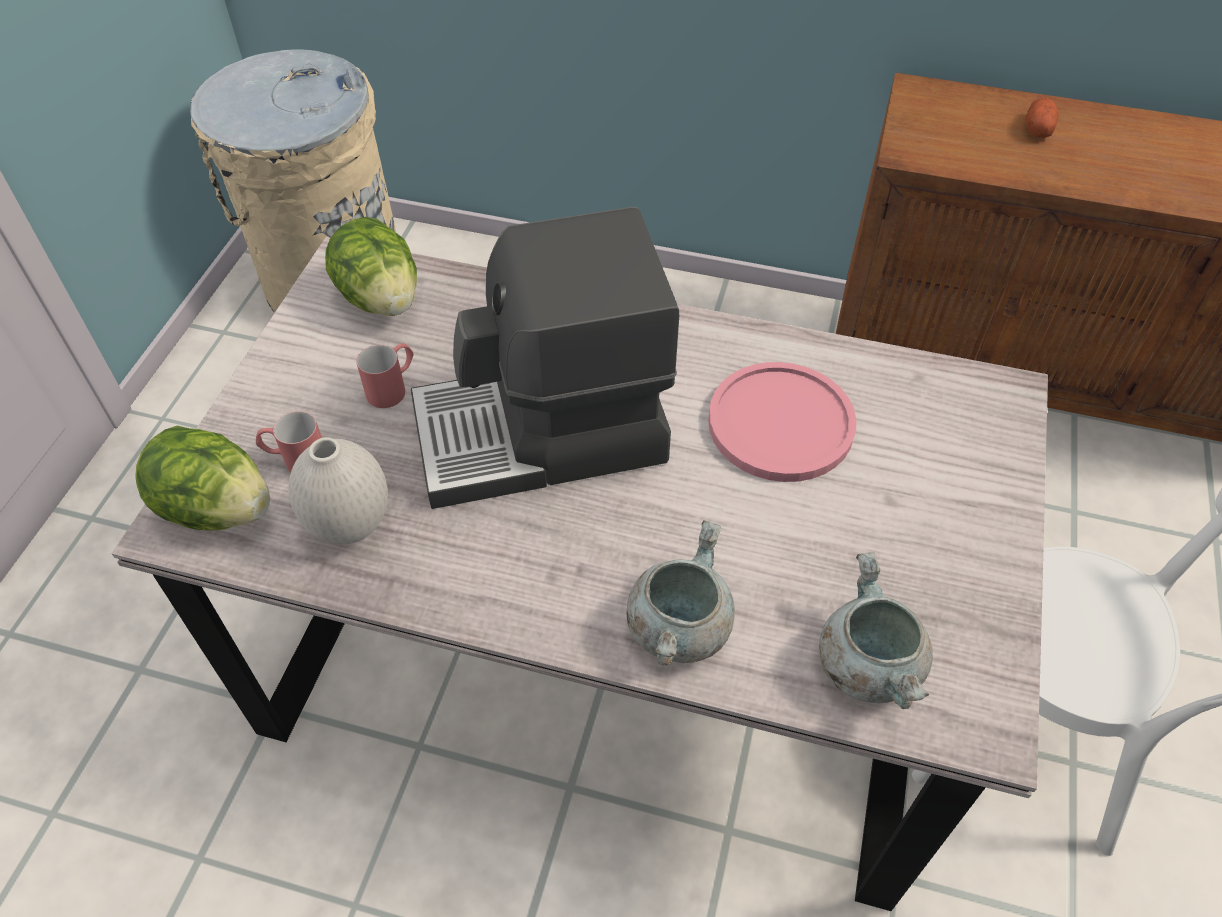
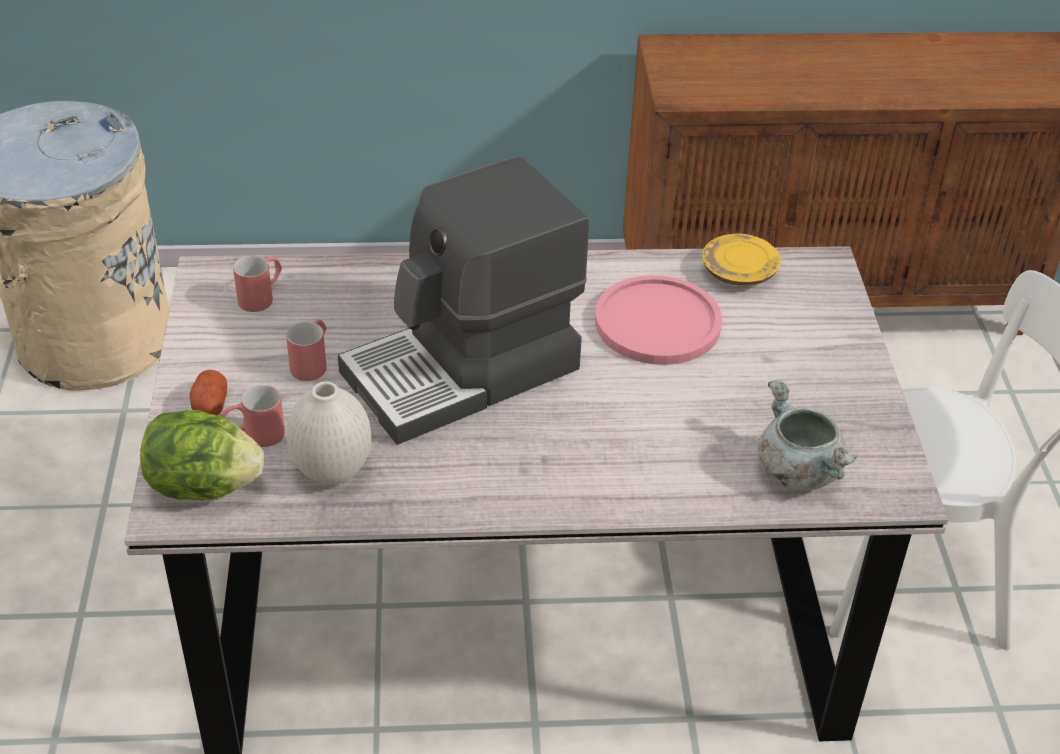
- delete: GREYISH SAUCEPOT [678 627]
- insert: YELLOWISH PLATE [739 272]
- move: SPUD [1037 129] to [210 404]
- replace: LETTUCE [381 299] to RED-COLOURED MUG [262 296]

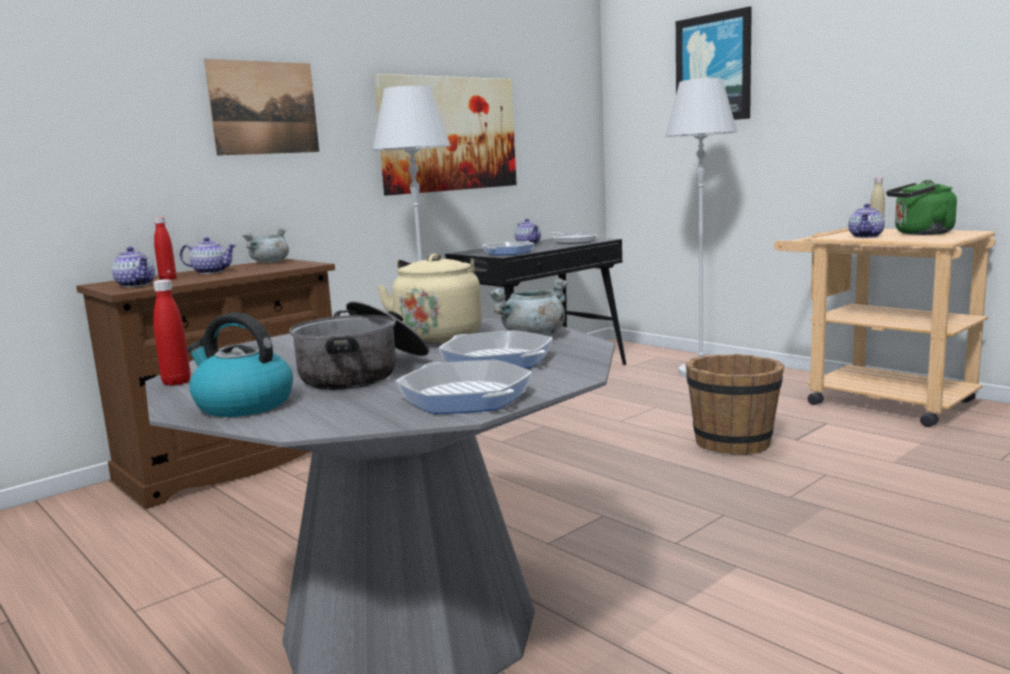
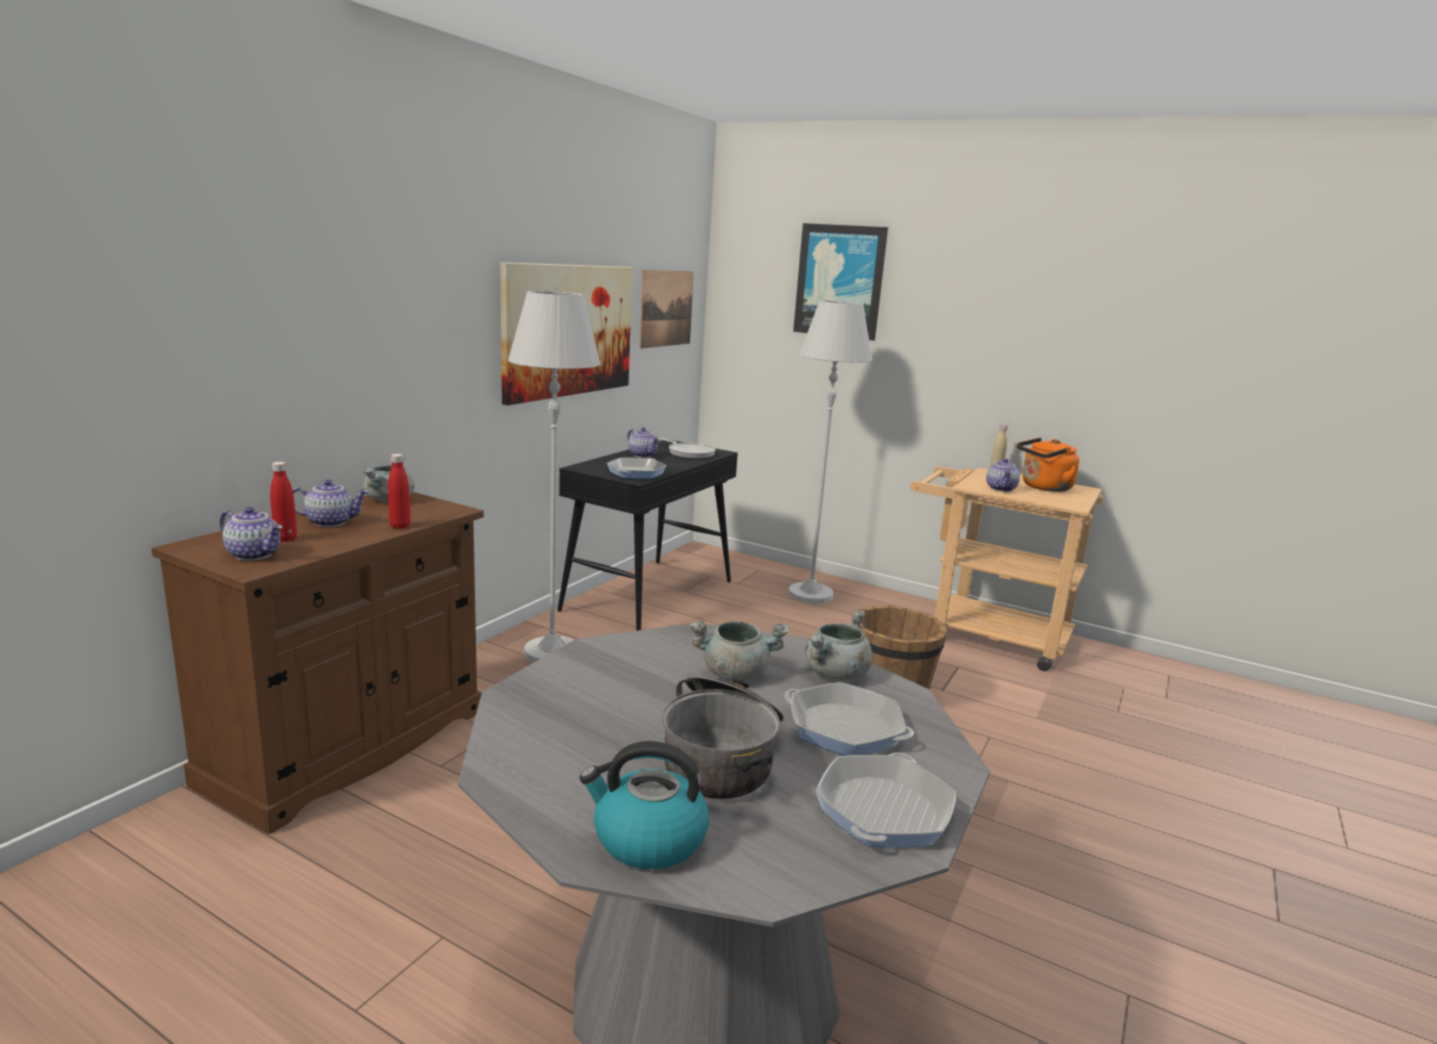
- move: RED-COLOURED DRINK BOTTLE [176 382] to [400 526]
- move: WALL PICTURE [264 108] to [666 308]
- replace: BEIGE-COLOURED WATER KETTLE [440 337] to GREYISH SAUCEPOT [735 673]
- recolor: GREEN-COLOURED WATER KETTLE [920 233] to ORANGE WATER KETTLE [1043 488]
- rotate: FRYING PAN [465 397] = [883 811] 75 degrees clockwise

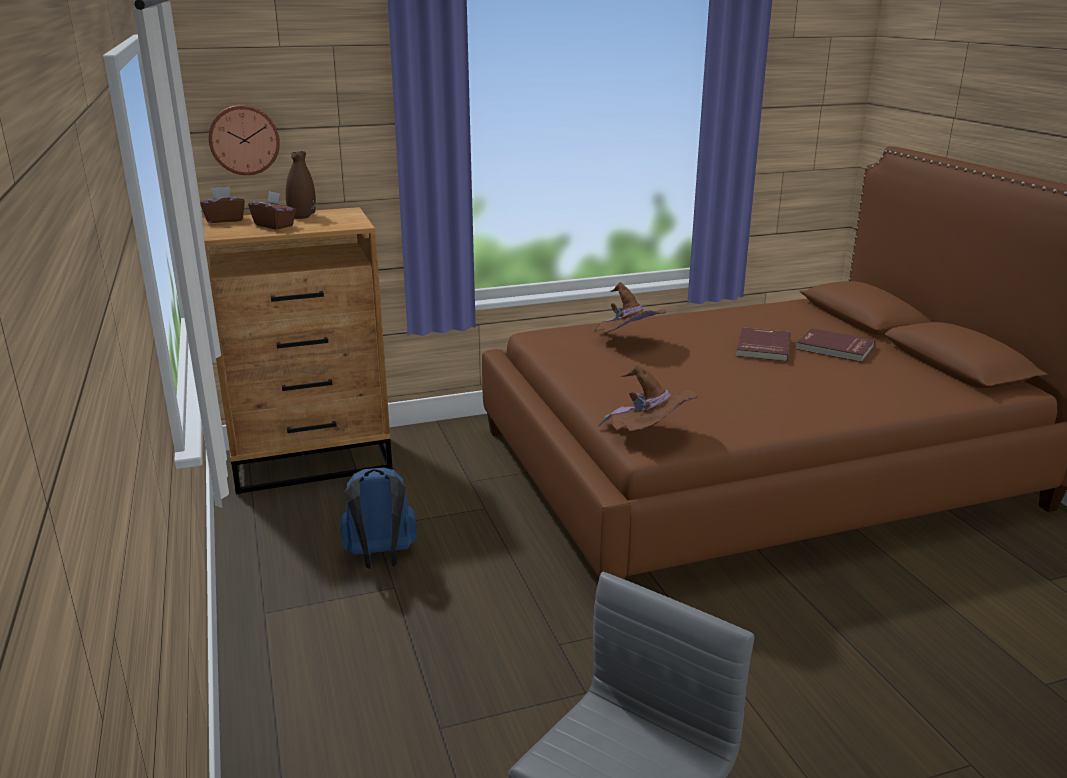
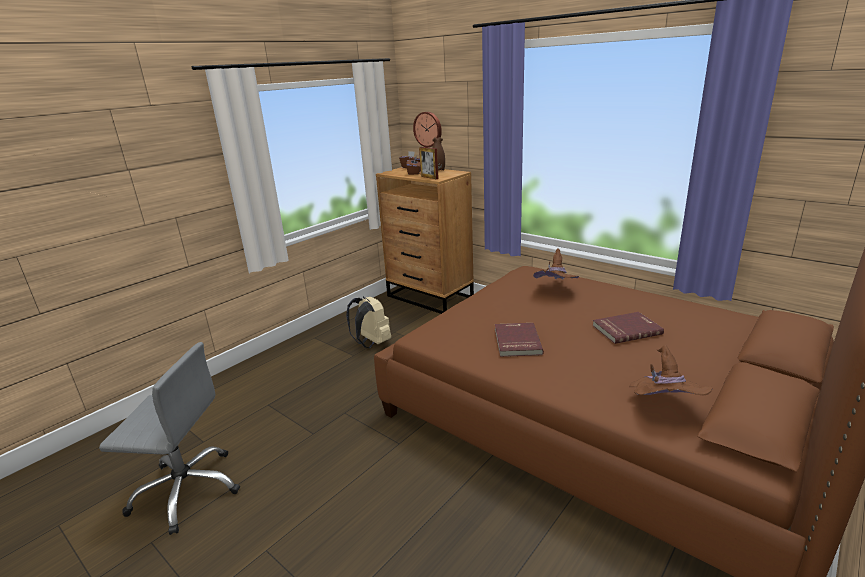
- insert: PHOTO FRAME [429 177]
- move: BROWN HAT [649 436] to [664 406]
- move: RED-COLOURED BOOK [834 348] to [516 341]
- recolor: BLUE RUCKSACK [380 558] to BEIGE-COLOURED RUCKSACK [372 343]

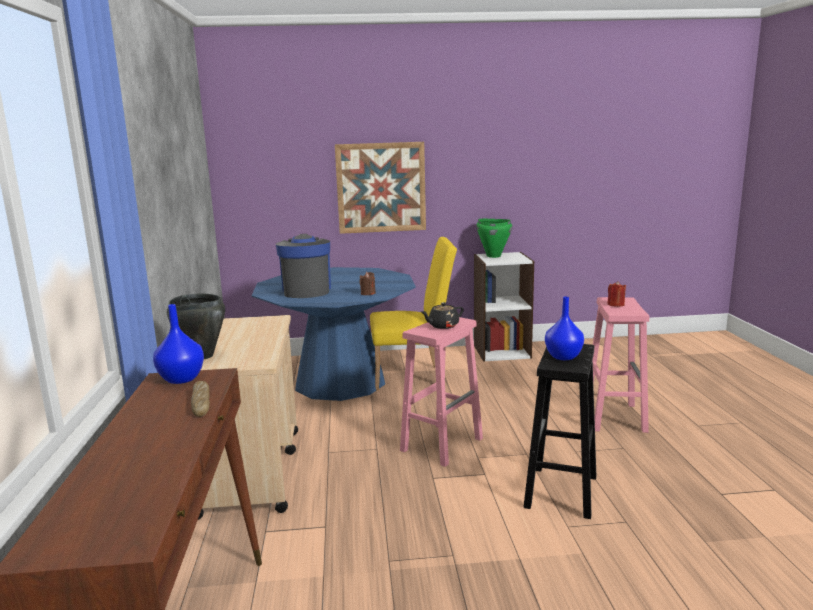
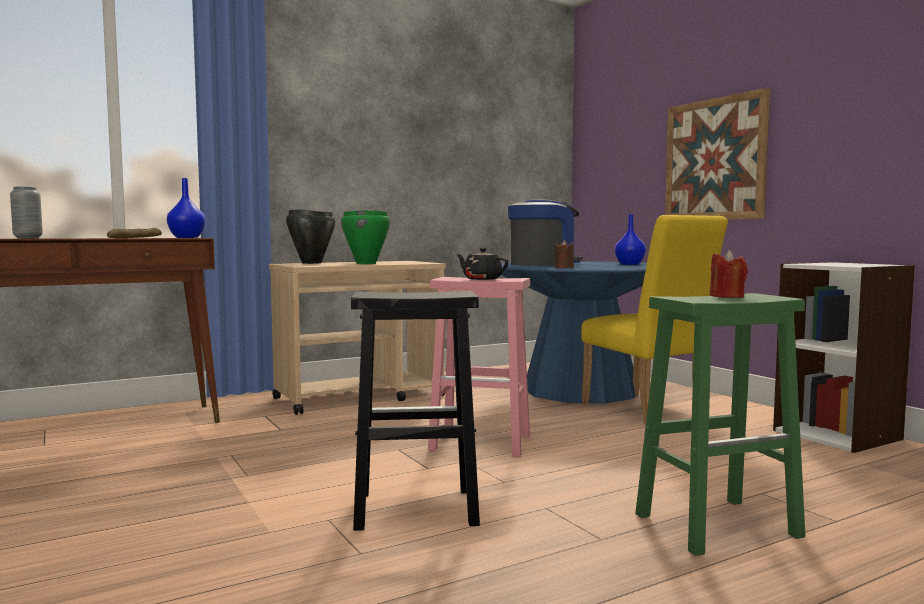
- insert: GREYISH FLOWER VASE [28 238]
- move: GREEN-COLOURED SAUCEPOT [493 256] to [366 263]
- move: BLUE FLOWER VASE [564 357] to [629 264]
- recolor: PINK-COLOURED SITTING STOOL [614 416] to GREEN-COLOURED SITTING STOOL [718 525]

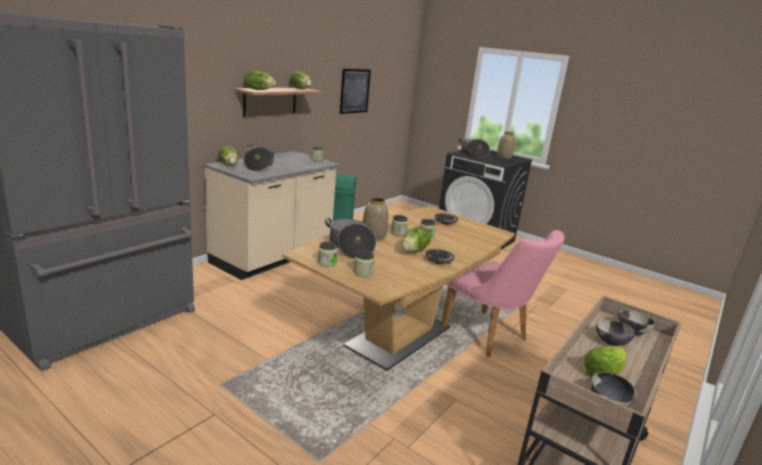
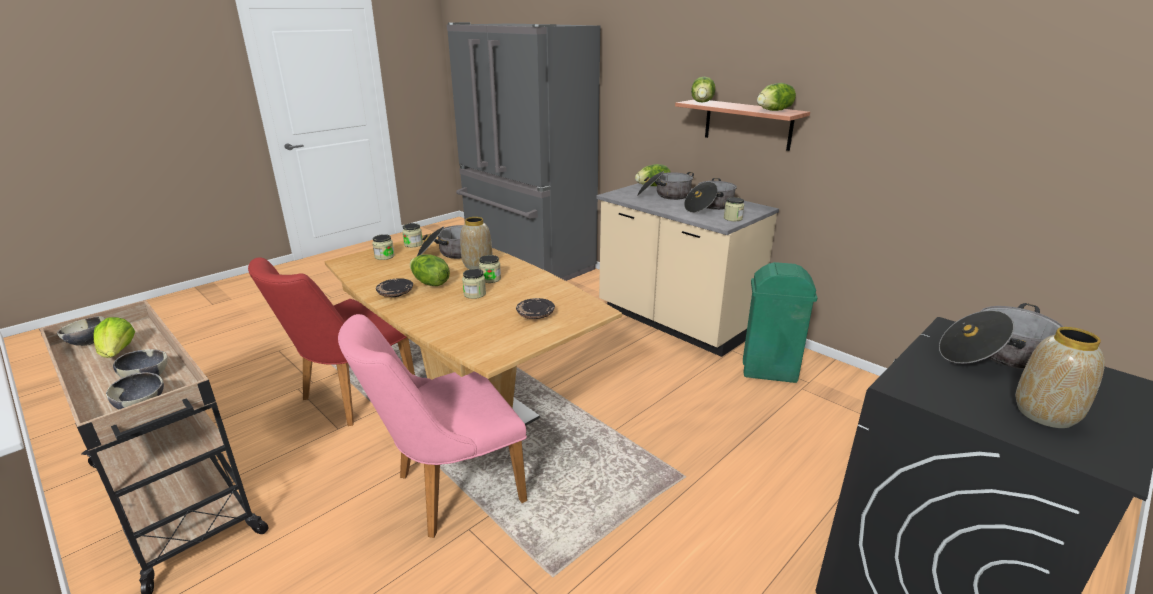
- delete: WALL PICTURE [355 91]
- insert: RED-COLOURED UPRIGHT CHAIR [349 398]
- insert: SAUCEPOT [709 207]

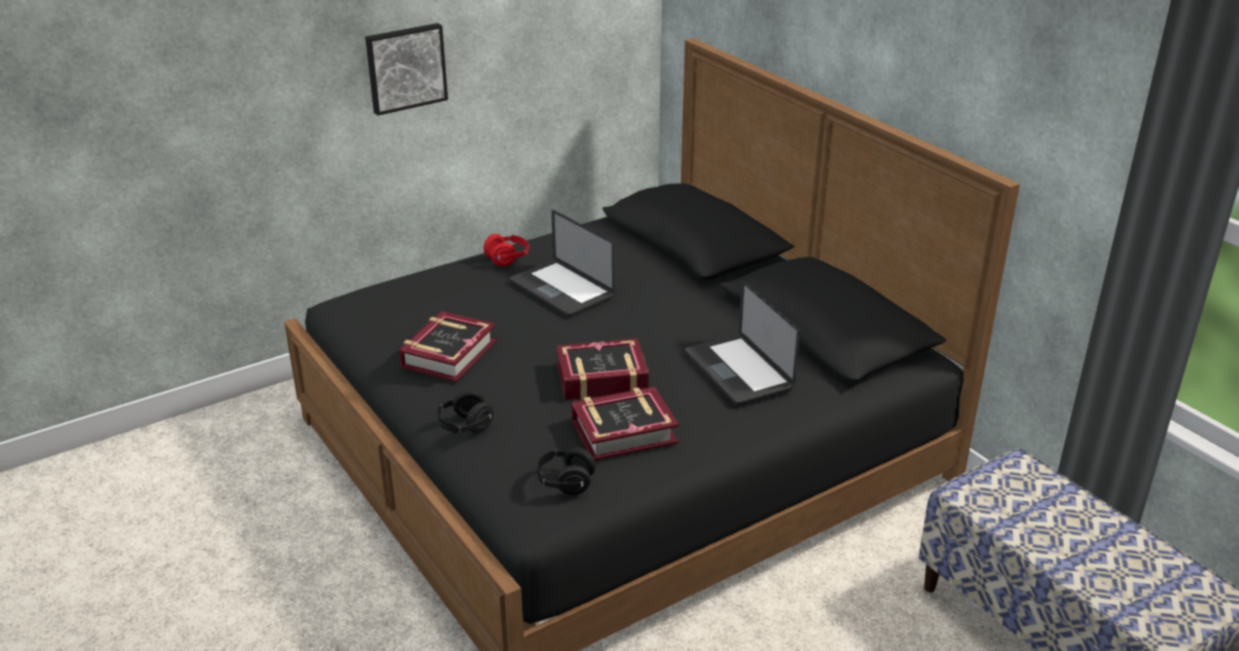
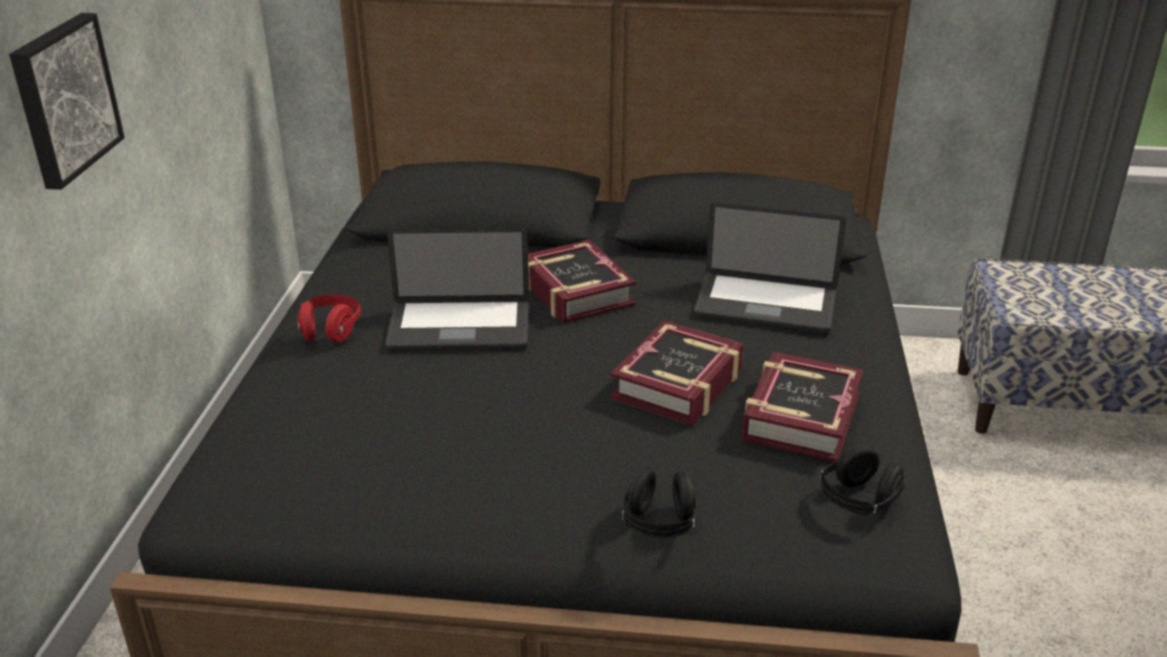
- move: BOOK [448 354] to [575 292]

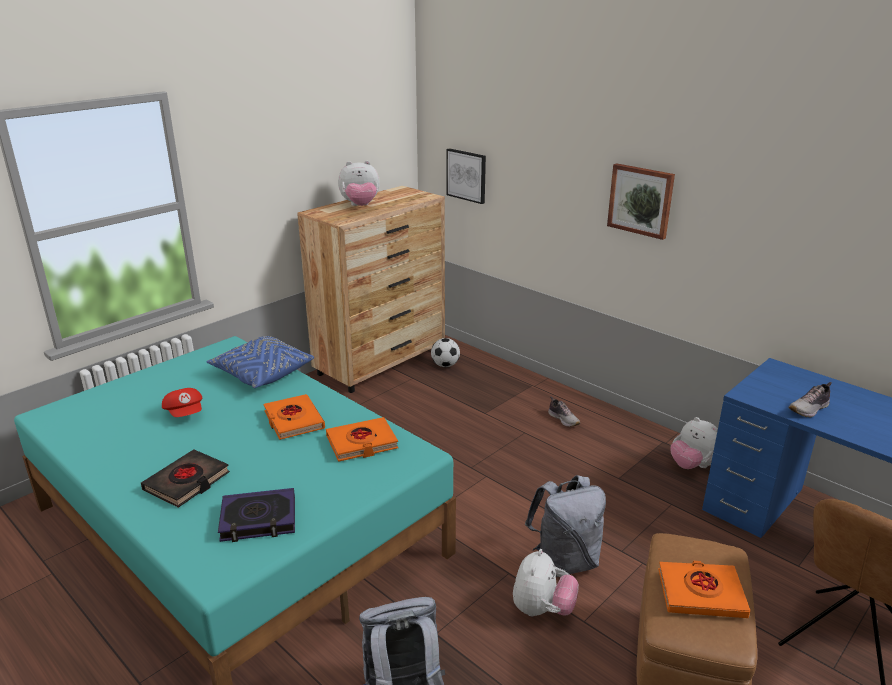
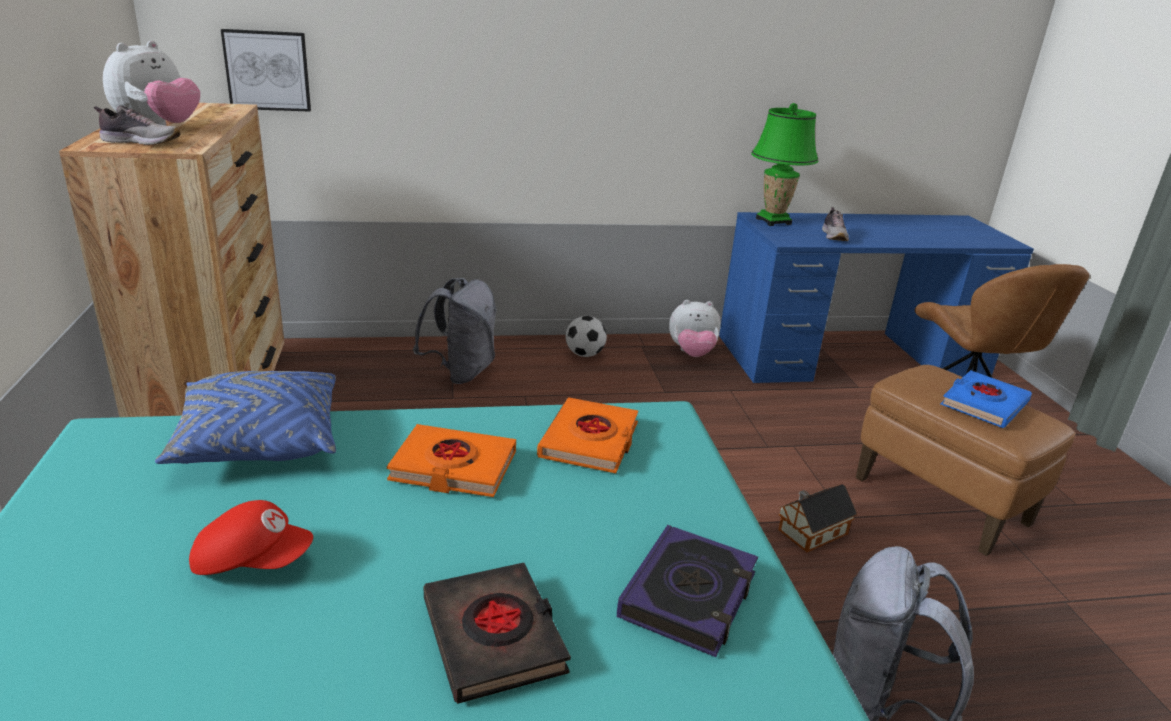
- delete: WALL PICTURE [641 200]
- insert: GREEN-COLOURED LAMP FOR A TABLE [773 221]
- move: FOOTBALL [445 365] to [584 354]
- move: GREYISH RUCKSACK [564 562] to [460 372]
- move: LOW SHOE [563 419] to [141 142]
- replace: PLUSH TOY [542 609] to MODEL HOUSE [810 532]
- recolor: ORANGE BOOK [701 594] to BLUE BOOK [983 404]

